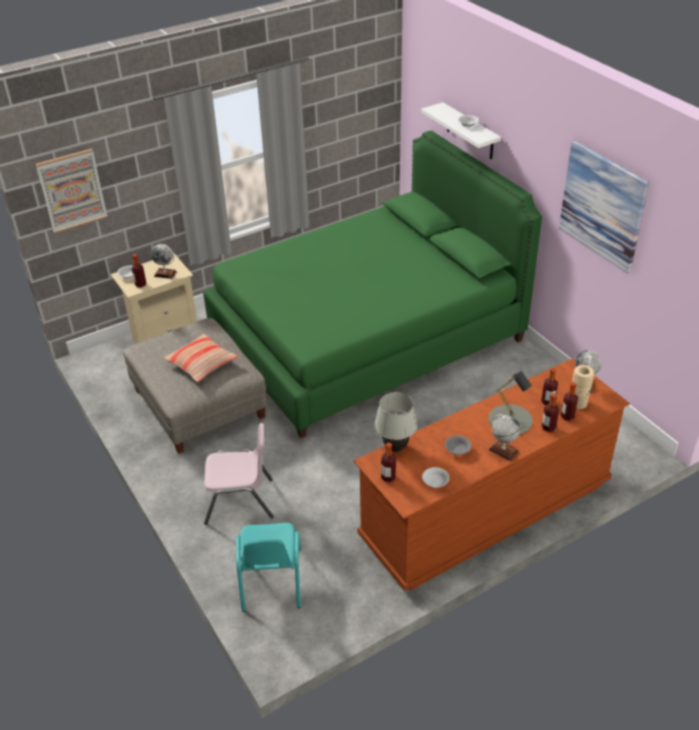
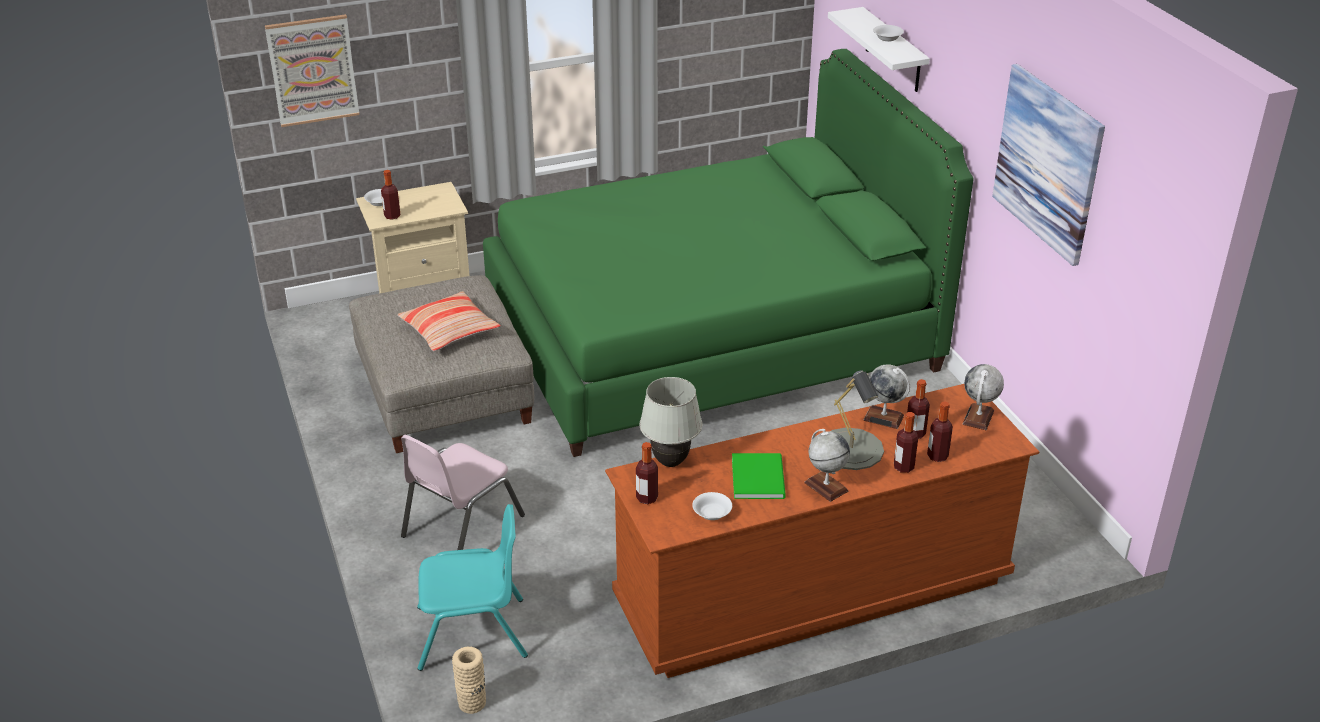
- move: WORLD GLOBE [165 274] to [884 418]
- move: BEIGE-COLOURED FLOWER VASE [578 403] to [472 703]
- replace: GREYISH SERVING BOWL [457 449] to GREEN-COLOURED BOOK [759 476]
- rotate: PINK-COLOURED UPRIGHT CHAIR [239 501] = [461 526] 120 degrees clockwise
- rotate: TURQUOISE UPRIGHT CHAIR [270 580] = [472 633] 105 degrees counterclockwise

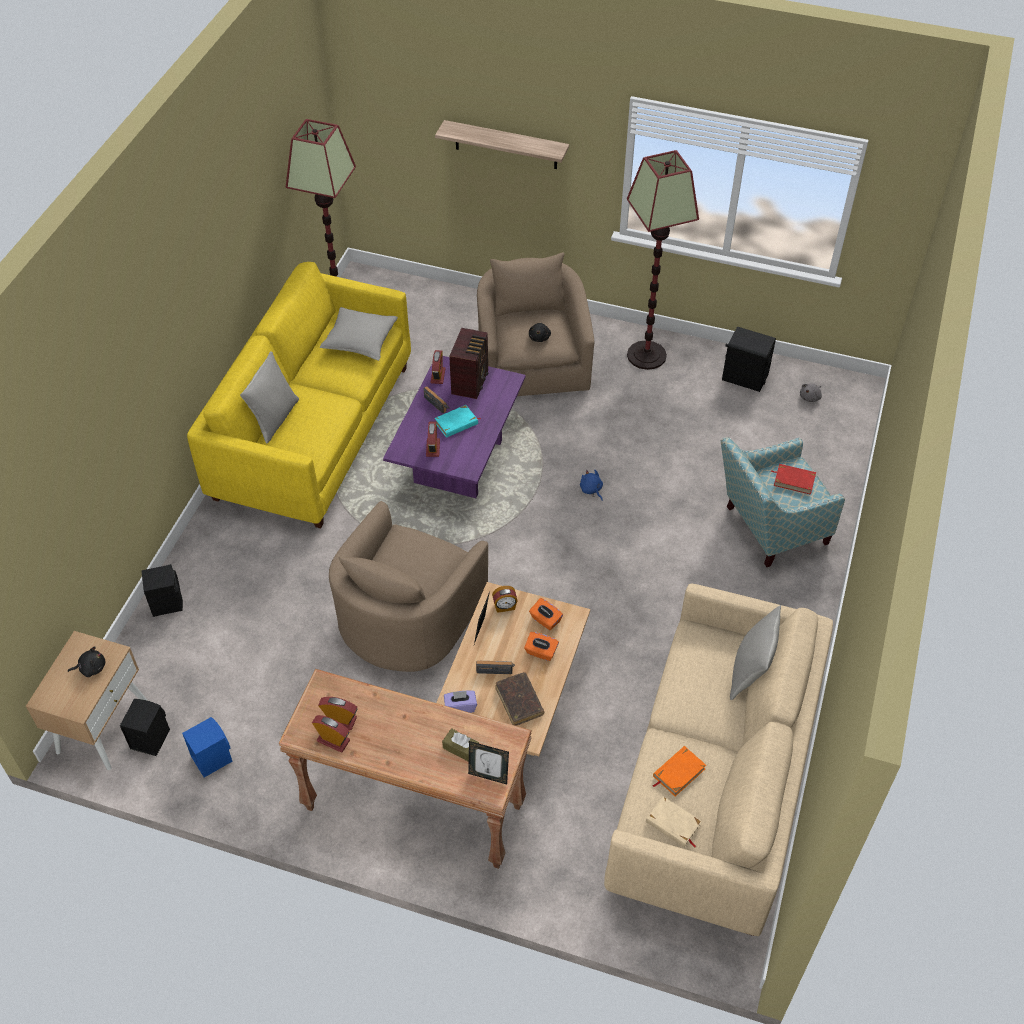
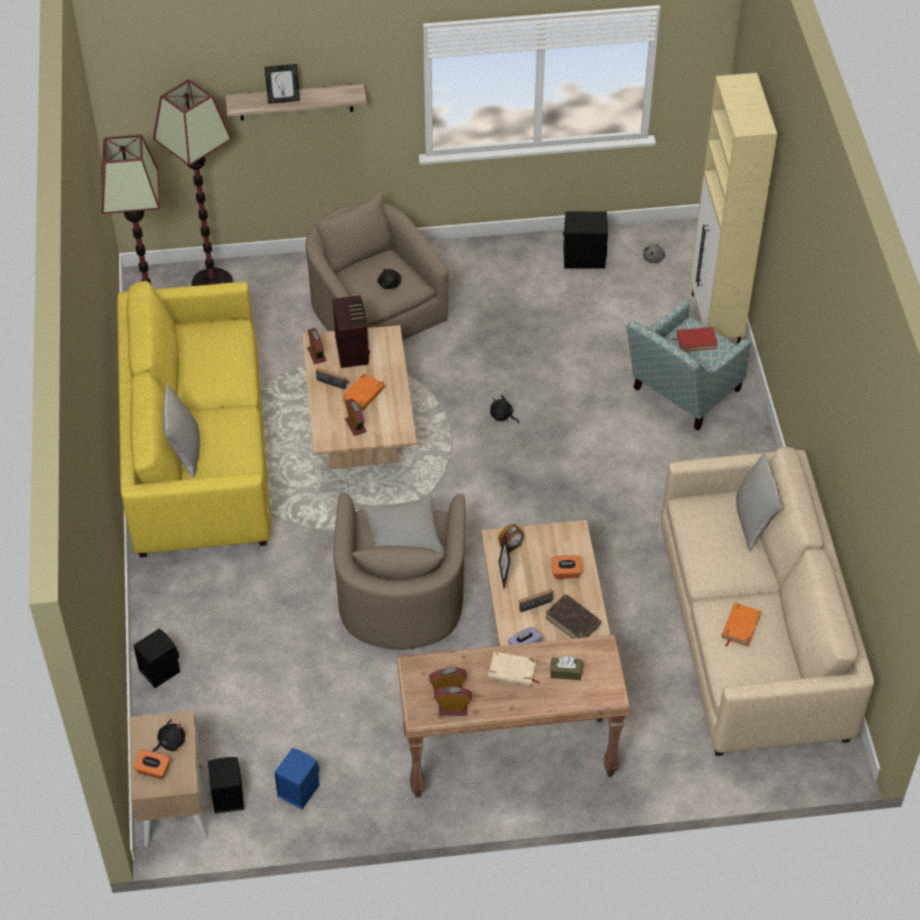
- insert: BEIGE-COLOURED CUPBOARD [715 321]
- move: GREYISH CUSHION [360 341] to [403 537]
- move: PHOTO FRAME [488 776] to [283 100]
- move: ORANGE TISSUE HOLDER [545 620] to [153 770]
- move: STANDARD LAMP [646 356] to [212 284]
- move: BEIGE-COLOURED BOOK [673 824] to [512 672]
- recolor: PURPLE-COLOURED COFFEE TABLE [458 462] to BEIGE-COLOURED COFFEE TABLE [360 434]
- recolor: TURQUOISE BOOK [456 423] to ORANGE BOOK [363 394]
- recolor: BLUE PLUSH TOY [591 490] to BLACK PLUSH TOY [502 416]

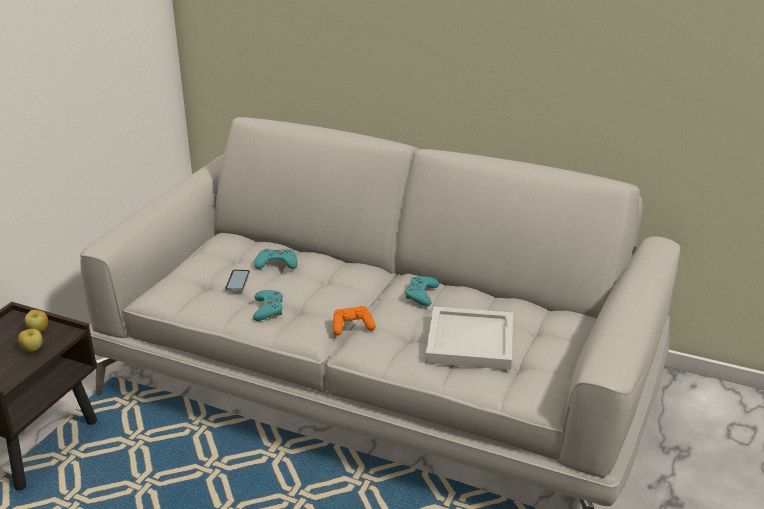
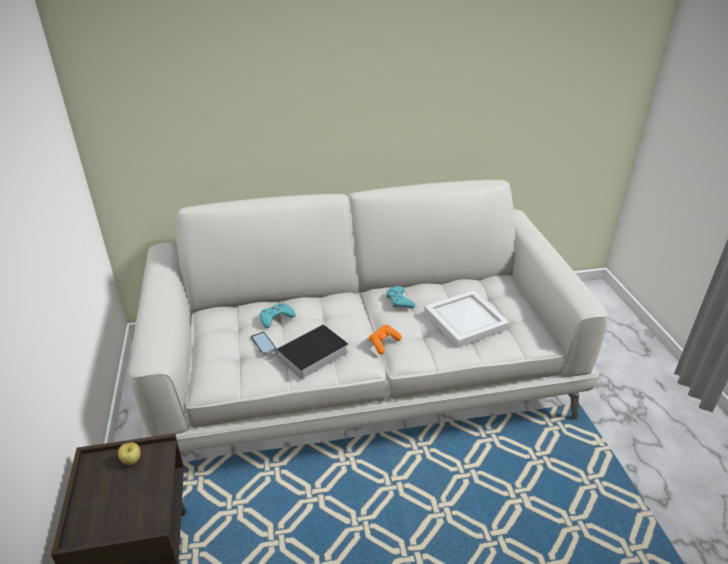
- delete: WHOLE APPLE [33 349]
- replace: TURQUOISE GAME CONTROLLER [268 309] to BOOK [311 355]

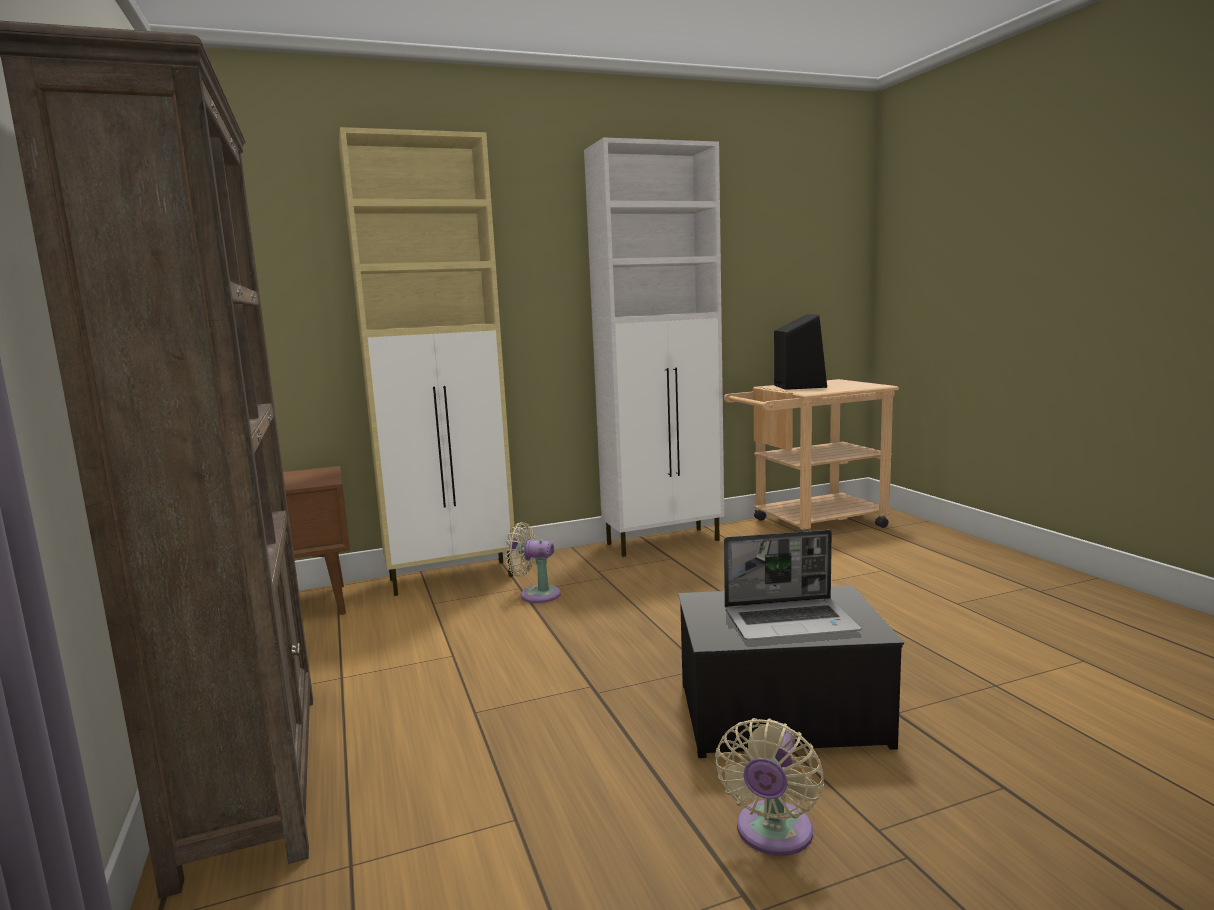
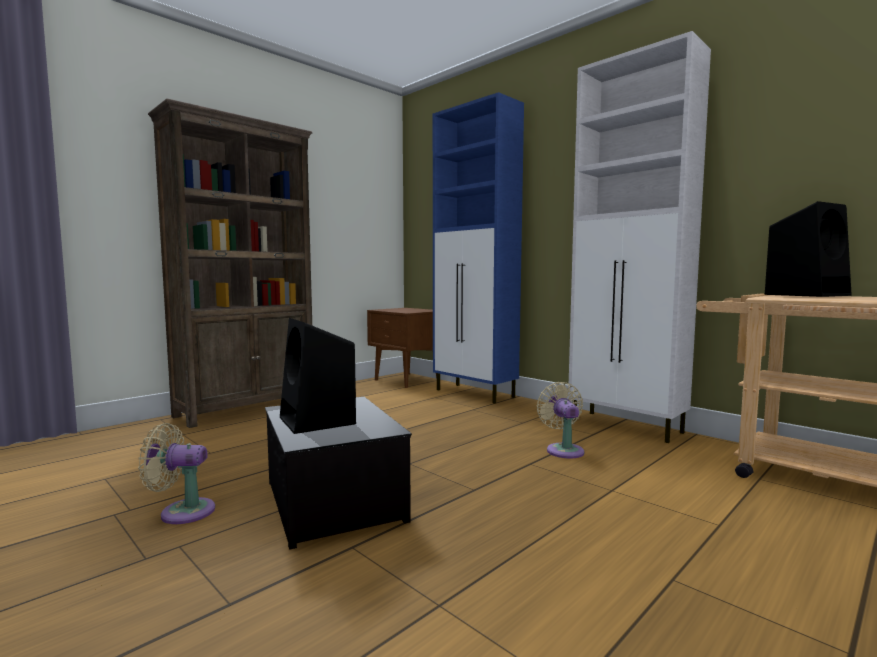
- move: BEIGE-COLOURED ELECTRIC FAN [536 594] to [563 450]
- replace: LAPTOP [791 621] to BLACK SPEAKER [318 421]
- recolor: BEIGE-COLOURED CUPBOARD [453 577] to BLUE CUPBOARD [475 394]

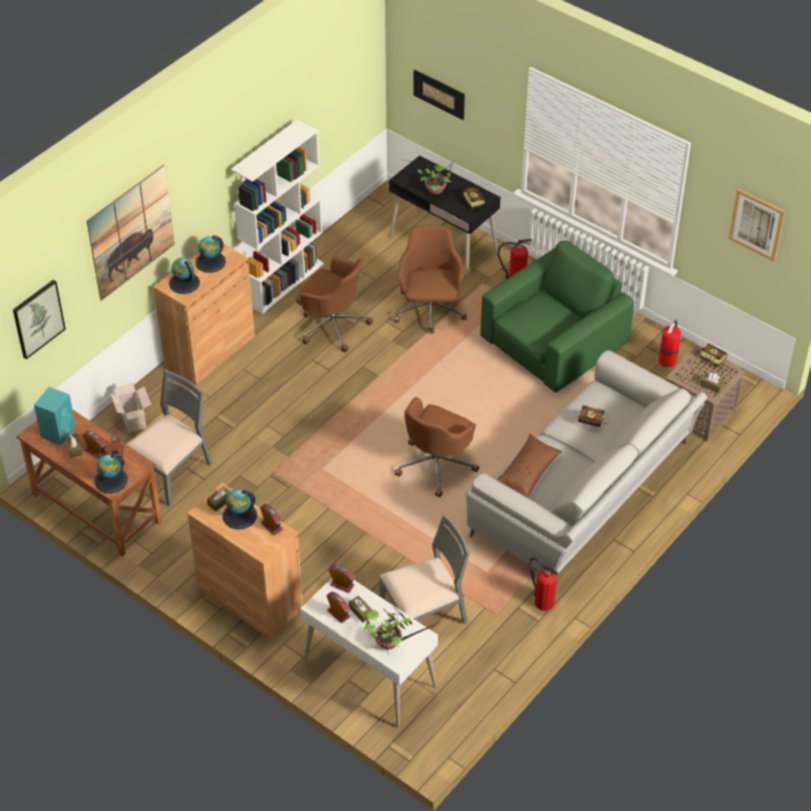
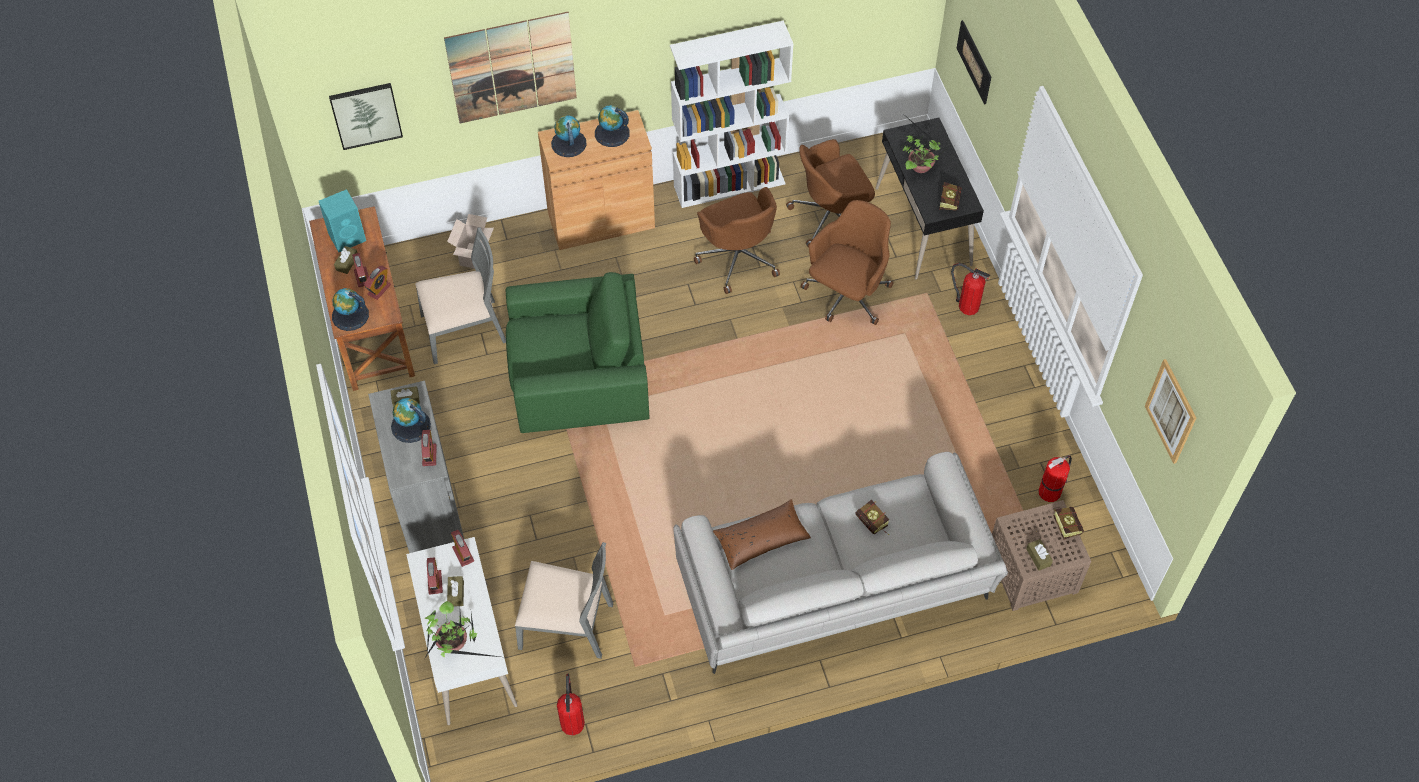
- move: BROWN OFFICE CHAIR [436 465] to [831 217]
- move: GREEN-COLOURED LOUNGE CHAIR [553 342] to [578 375]
- move: EXTINGUISHER [542 601] to [572 721]
- recolor: BROWN CUPBOARD [250 598] to GREYISH CUPBOARD [427 504]

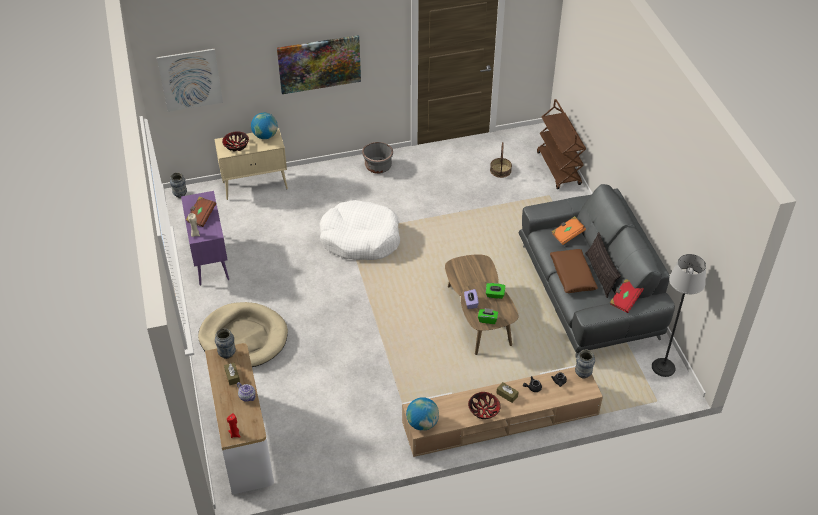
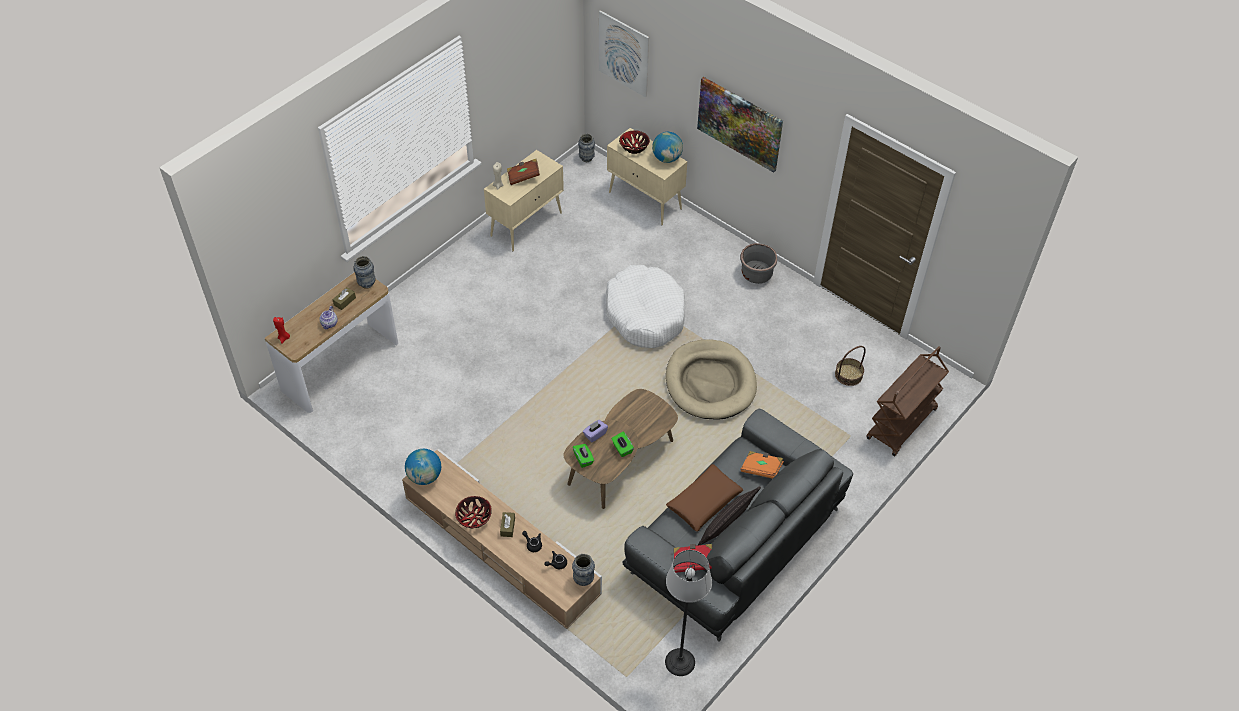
- move: BEIGE-COLOURED DOG CUSHION [243 338] to [710 382]
- recolor: PURPLE-COLOURED CUPBOARD [209 259] to BEIGE-COLOURED CUPBOARD [526 224]

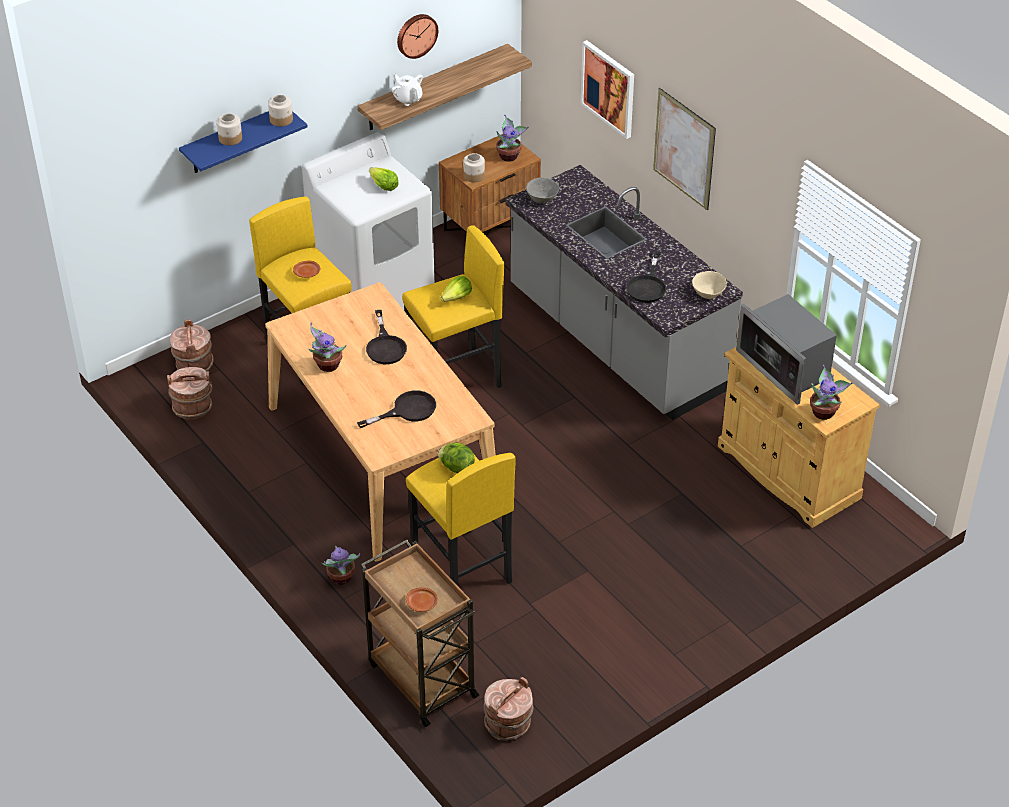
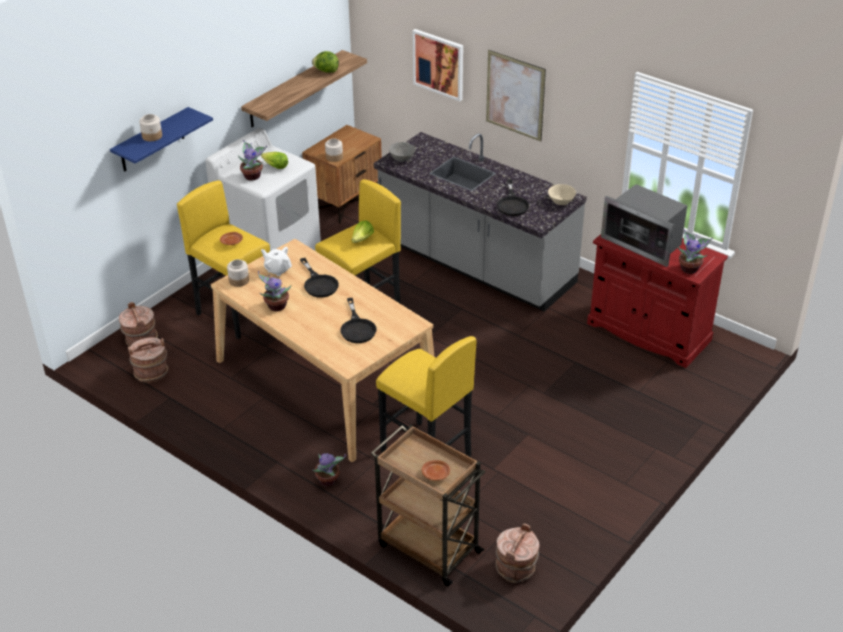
- delete: HANGING CLOCK [416 35]
- move: PRESERVE JAR [281 120] to [239 280]
- move: WHITISH TEAPOT [407 99] to [277 269]
- move: LETTUCE [456 468] to [326 71]
- move: POTTED PLANT [509 156] to [253 176]
- recolor: BEIGE-COLOURED CUPBOARD [788 472] to RED-COLOURED CUPBOARD [648 332]
- rotate: BLACK FRYING PAN [407 410] = [357 328] 120 degrees clockwise

